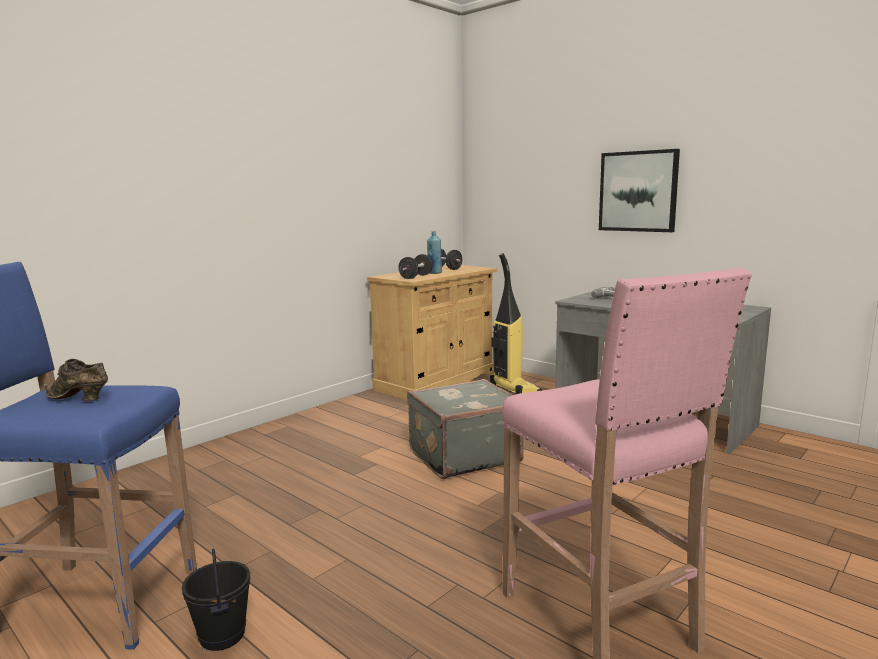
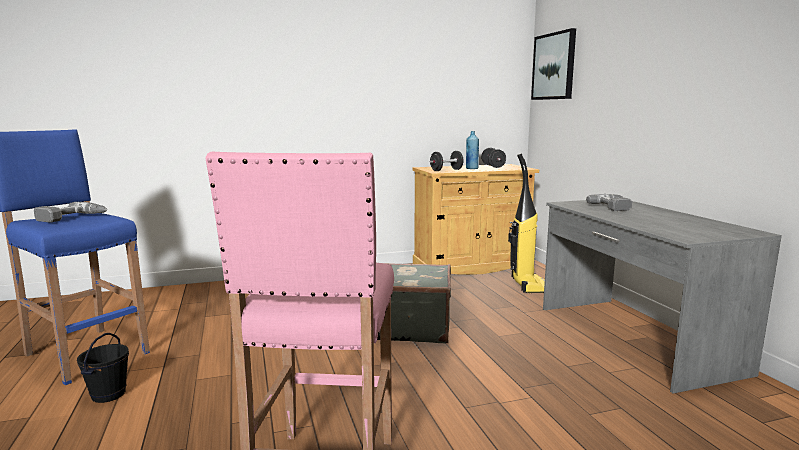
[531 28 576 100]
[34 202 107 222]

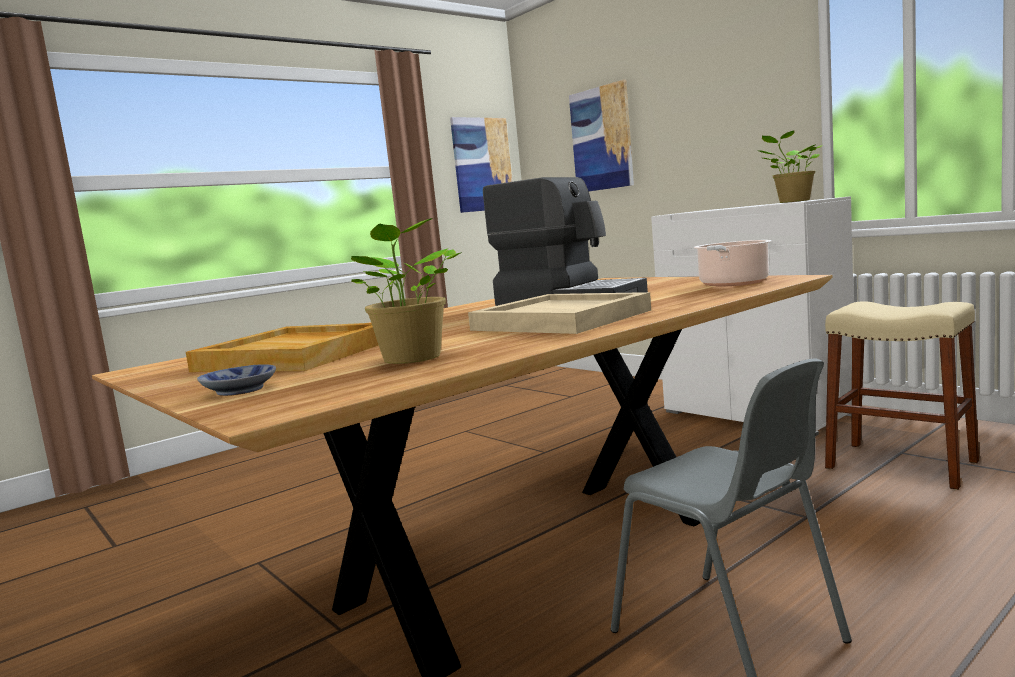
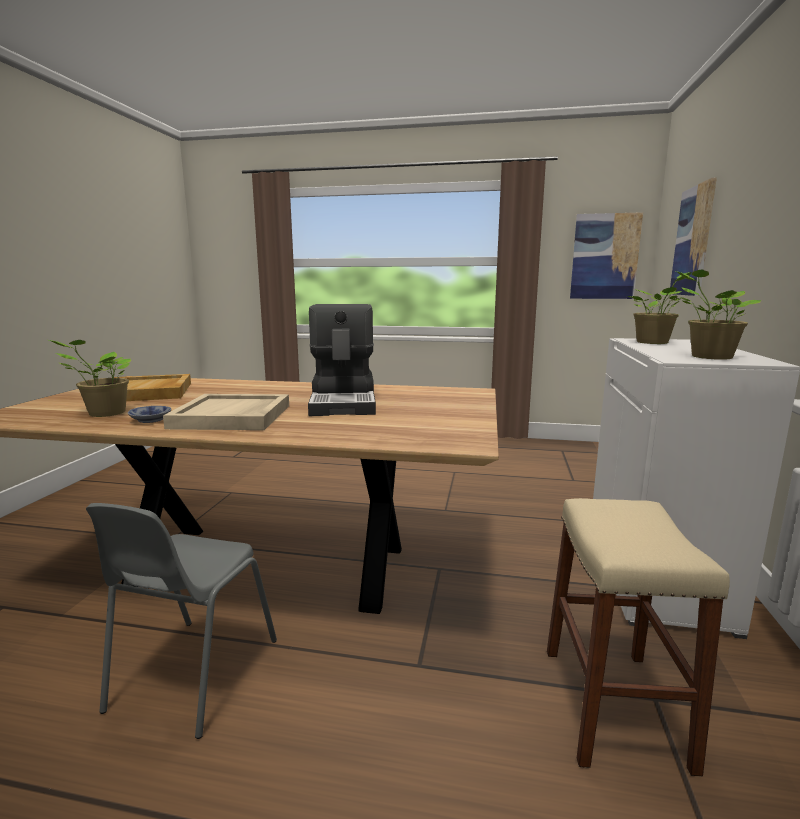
[694 240 771 286] (first image)
[627 272 692 344]
[128 406 172 423]

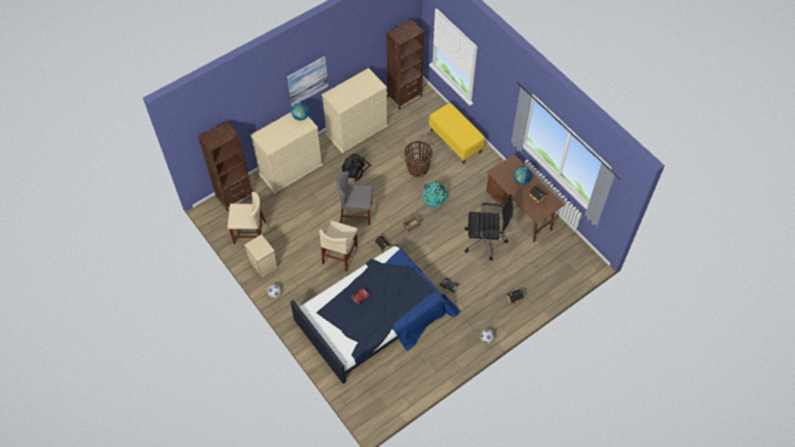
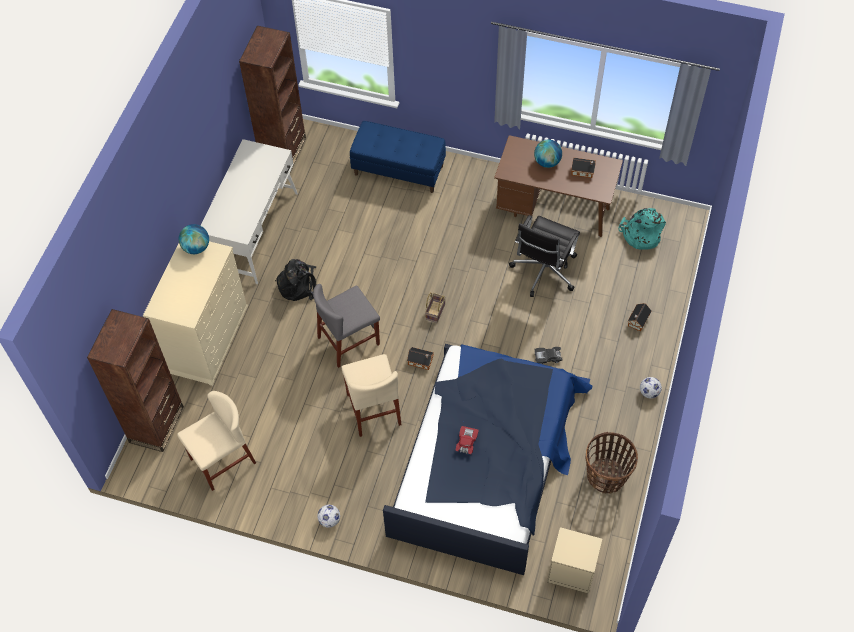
[287 56 328 107] (first image)
[547 527 602 593]
[586 432 638 494]
[619 208 666 250]
[201 139 298 284]
[350 121 446 193]
[509 215 580 297]

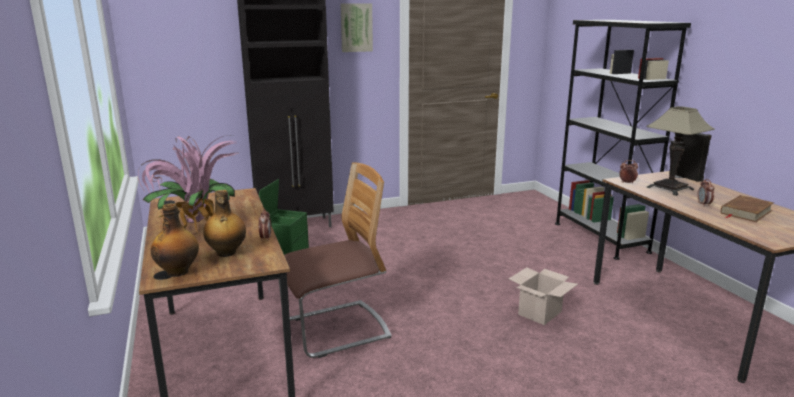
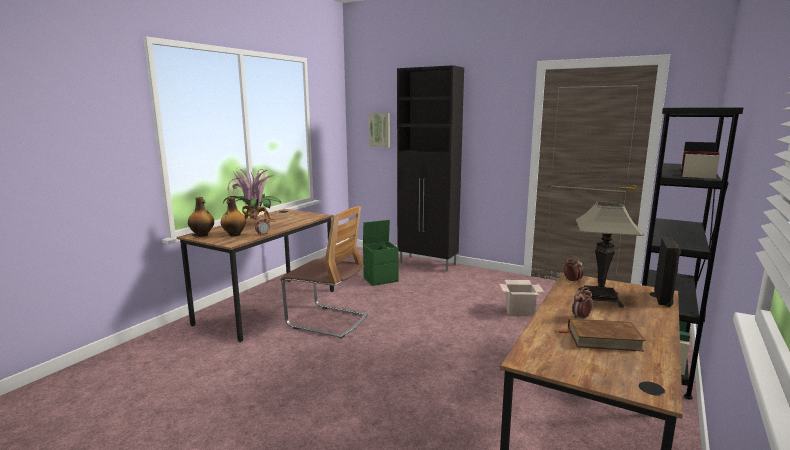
[369 113 390 147]
[500 280 544 316]

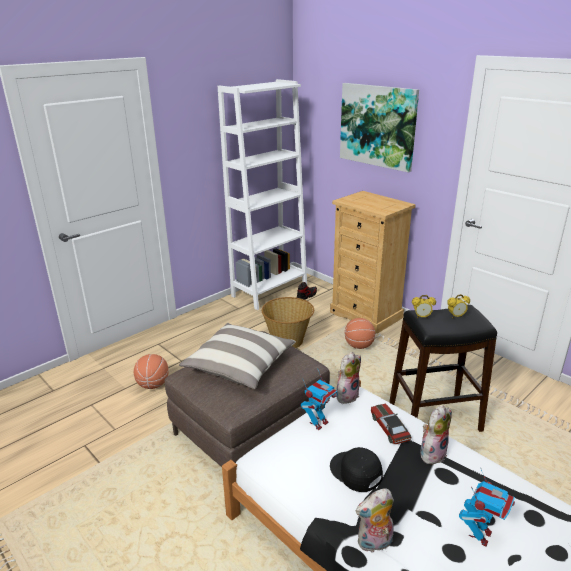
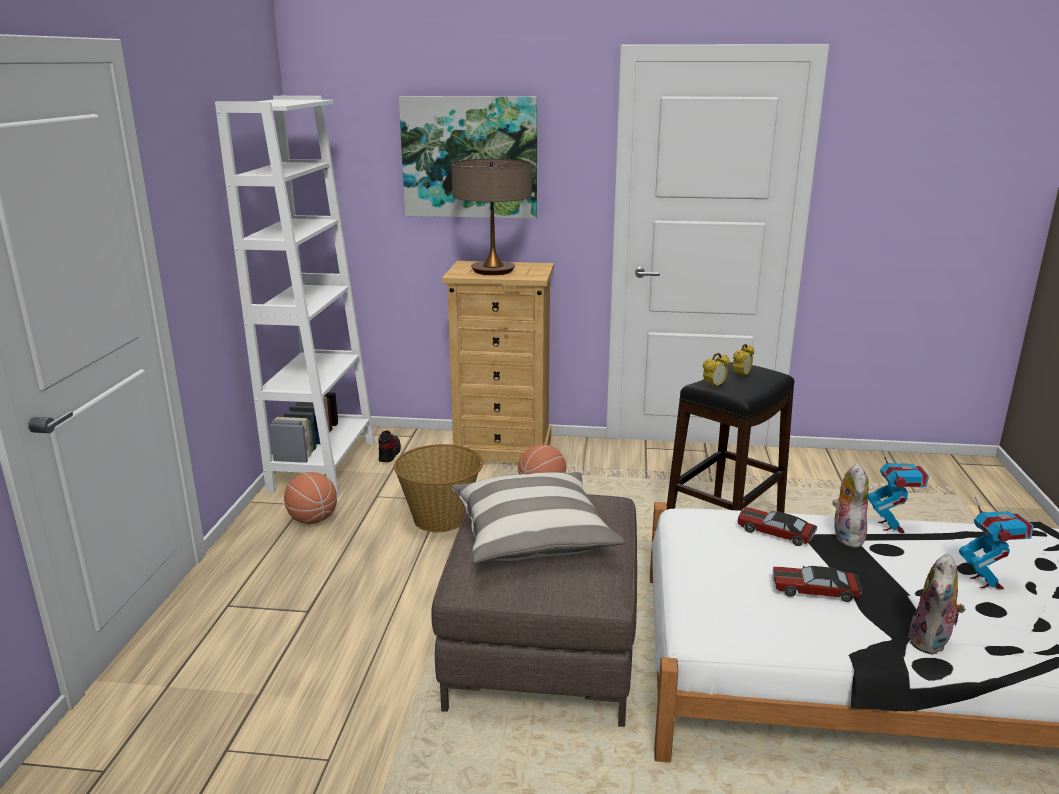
[336 352 361 404] (first image)
[451 159 532 275]
[284 472 337 524]
[868 449 929 533]
[772 566 862 602]

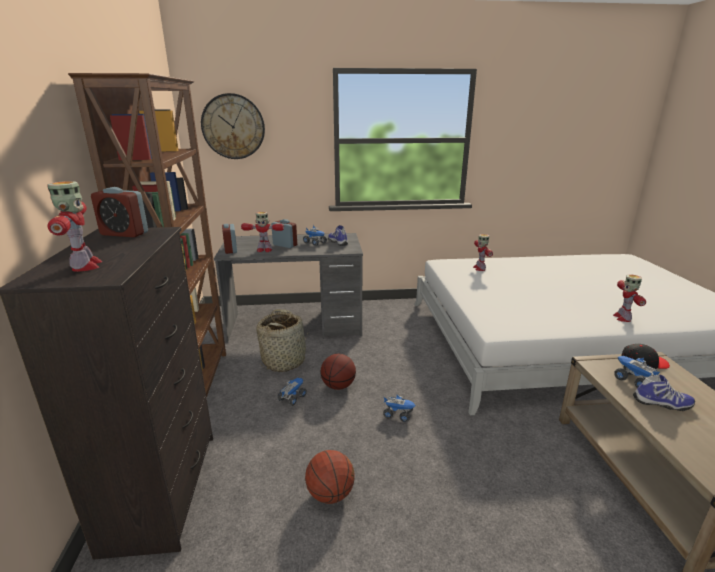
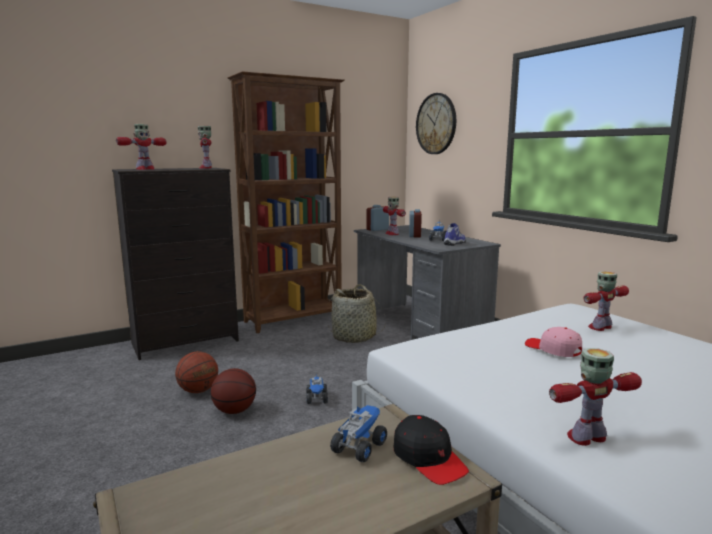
[277 378 307 406] (first image)
[633 375 695 411] (first image)
[525 327 582 357]
[211 368 256 414]
[198 125 212 169]

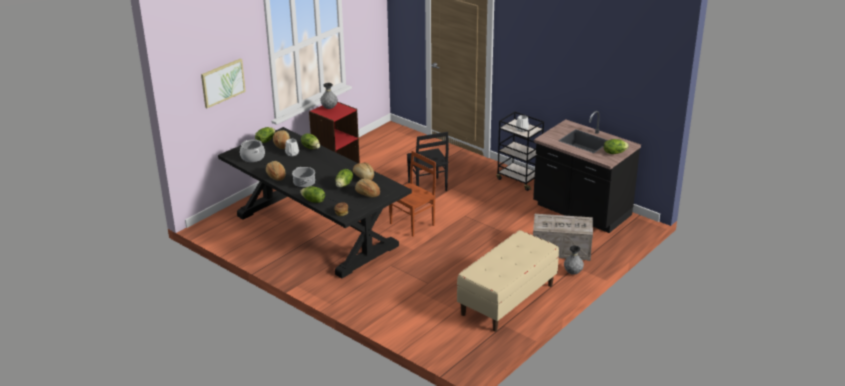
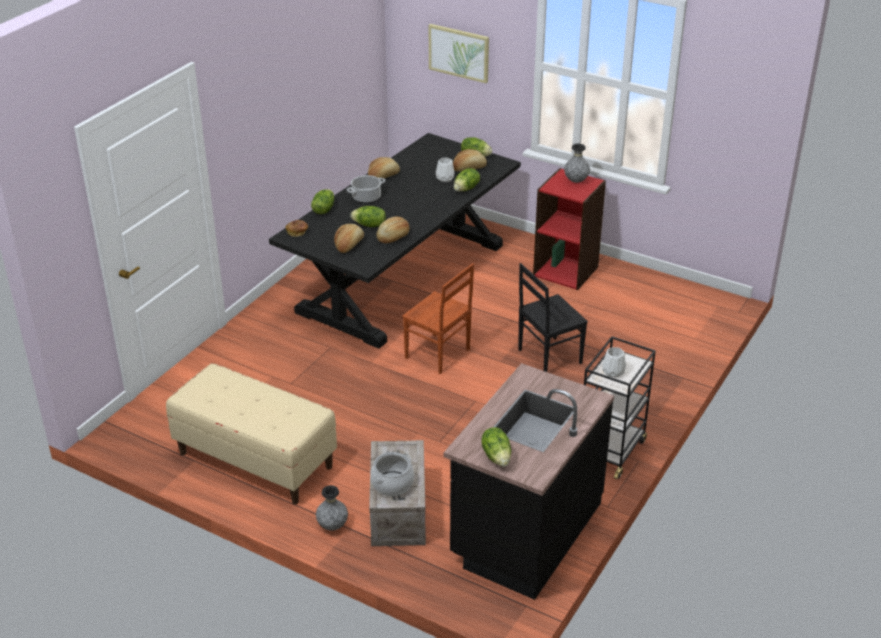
[370 452 414 496]

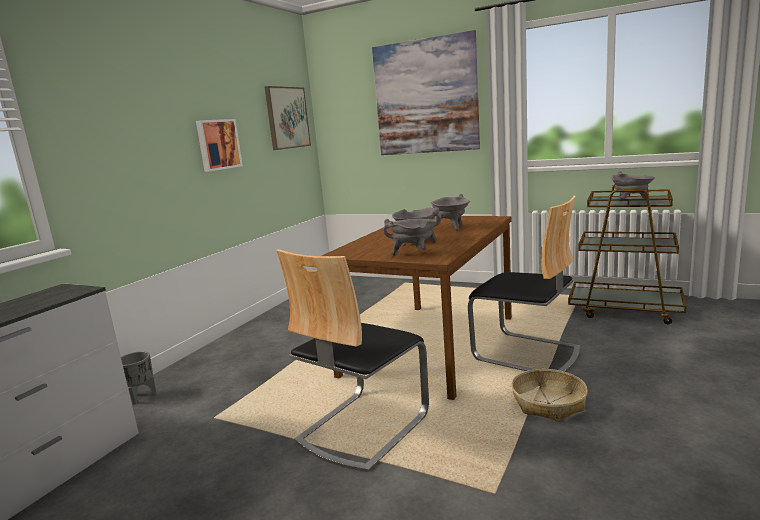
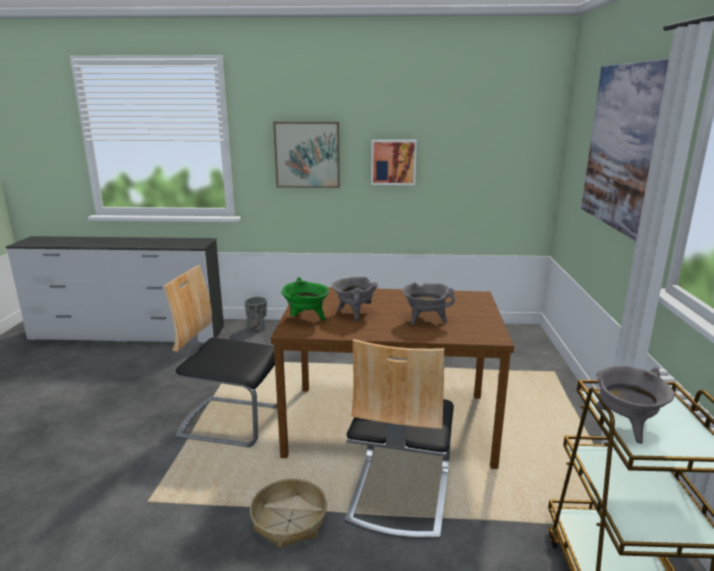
[273 122 340 188]
[281 277 329 321]

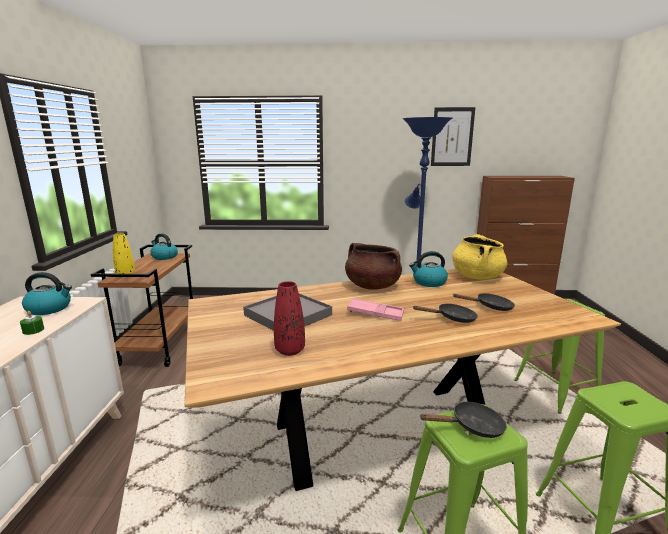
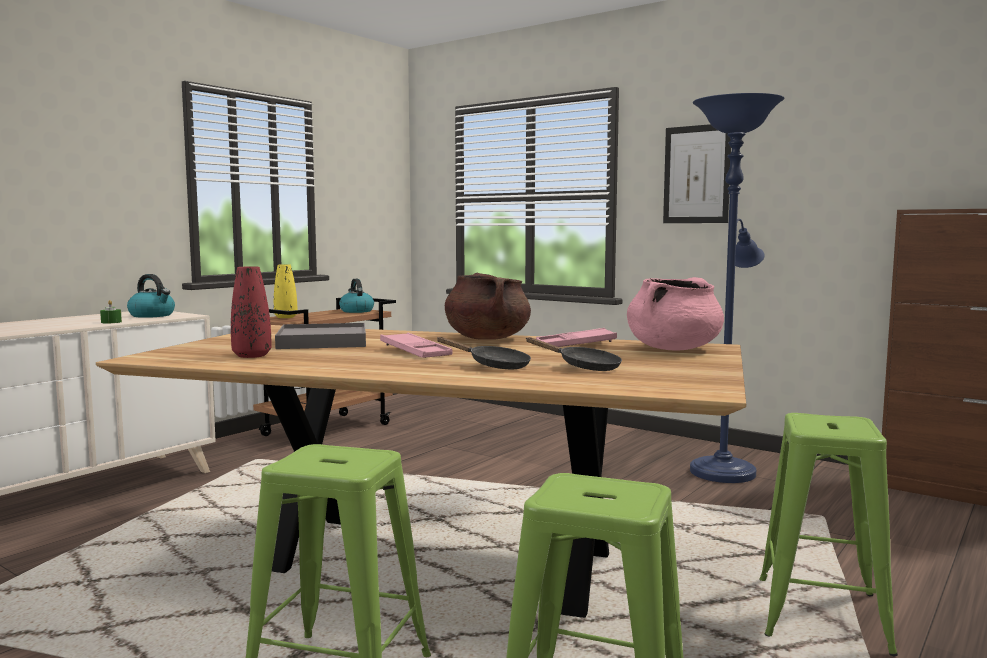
[420 401 507 438] (first image)
[663 124 731 223]
[536 328 617 347]
[627 277 724 351]

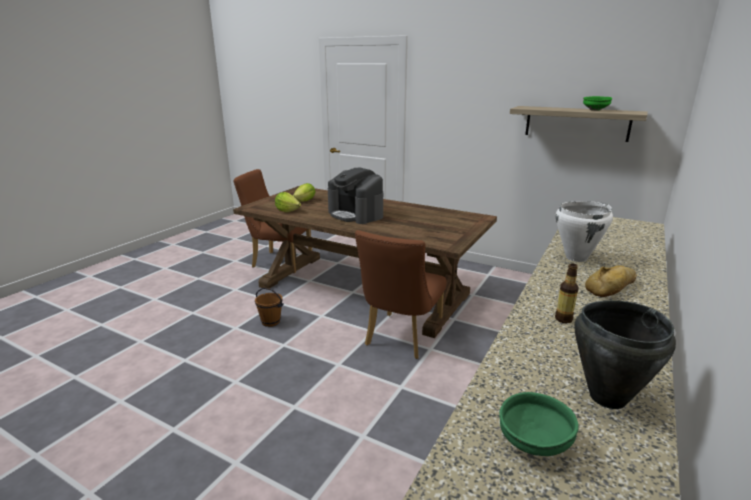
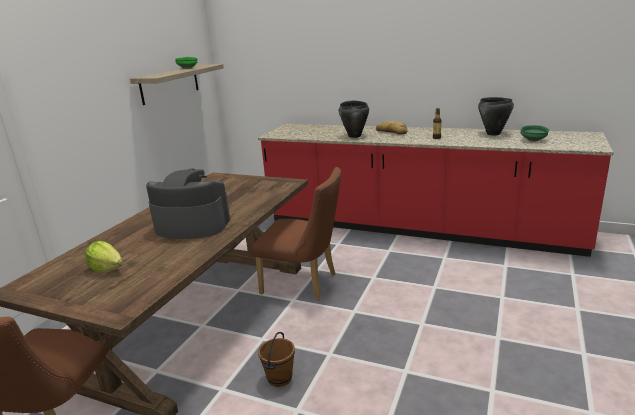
[275 192 301 212] (first image)
[339 101 369 138]
[146 169 230 239]

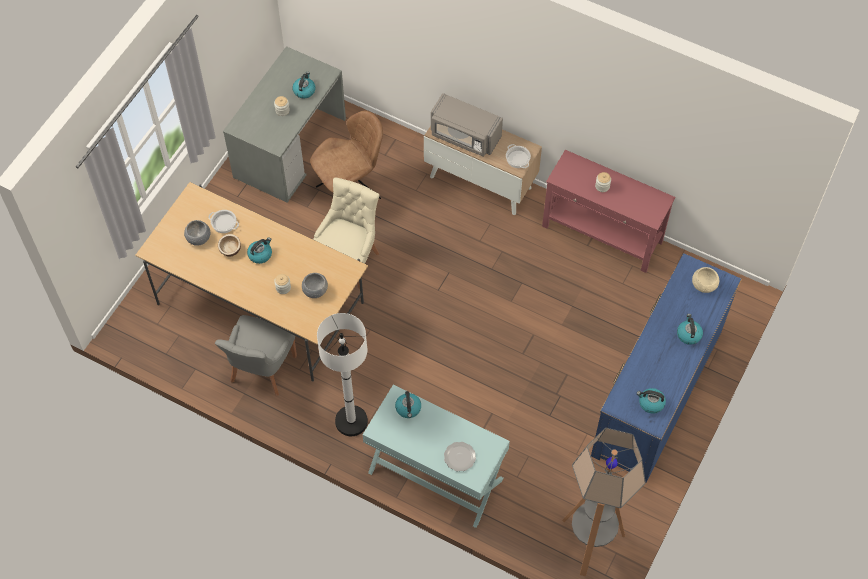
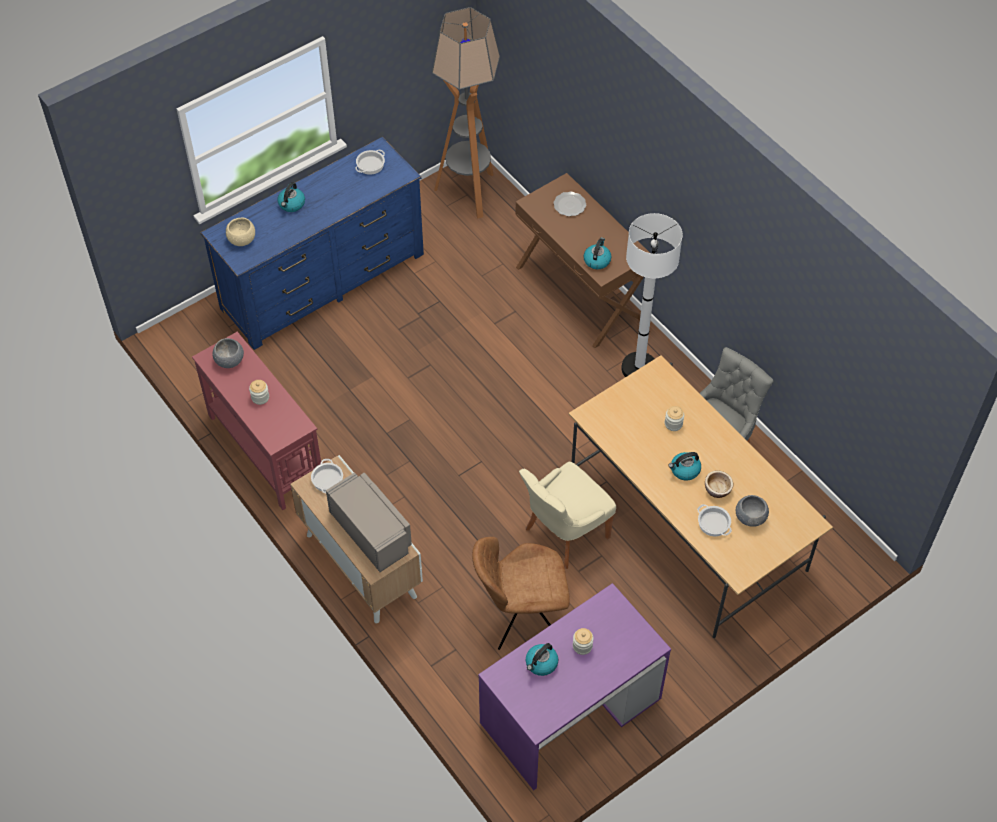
[212 338 244 368]
[355 150 385 175]
[478 583 671 790]
[515 173 650 348]

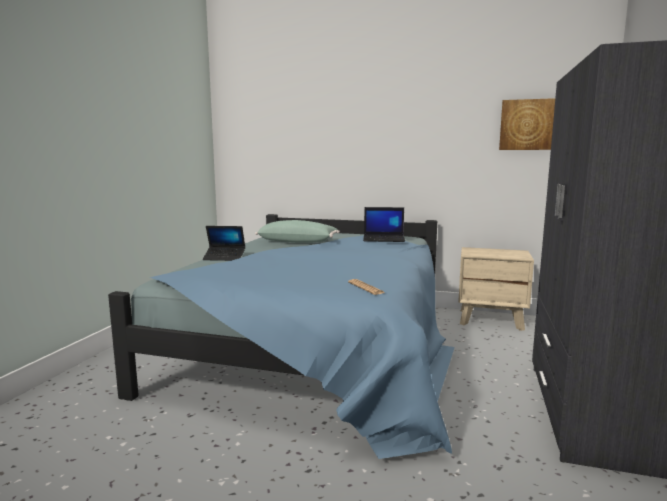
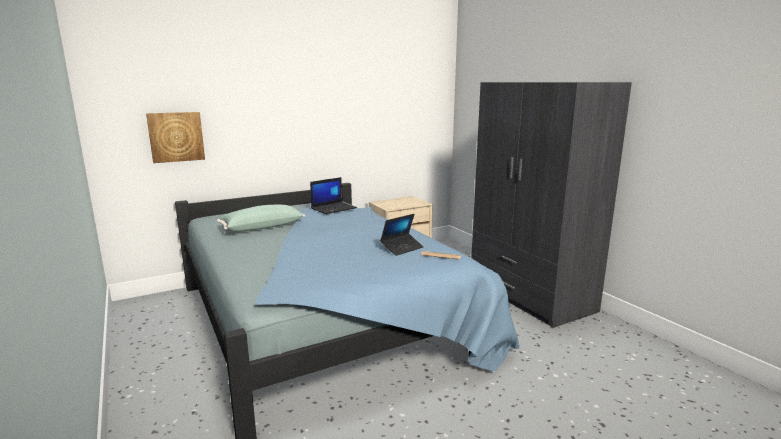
[380 214 424 256]
[146 112 205 163]

